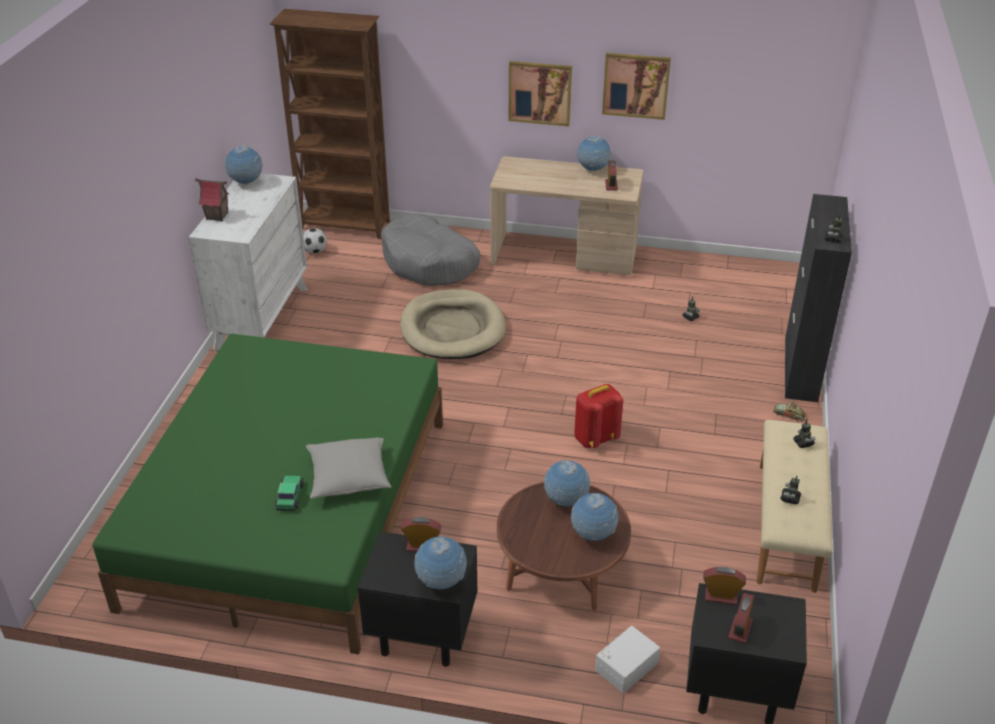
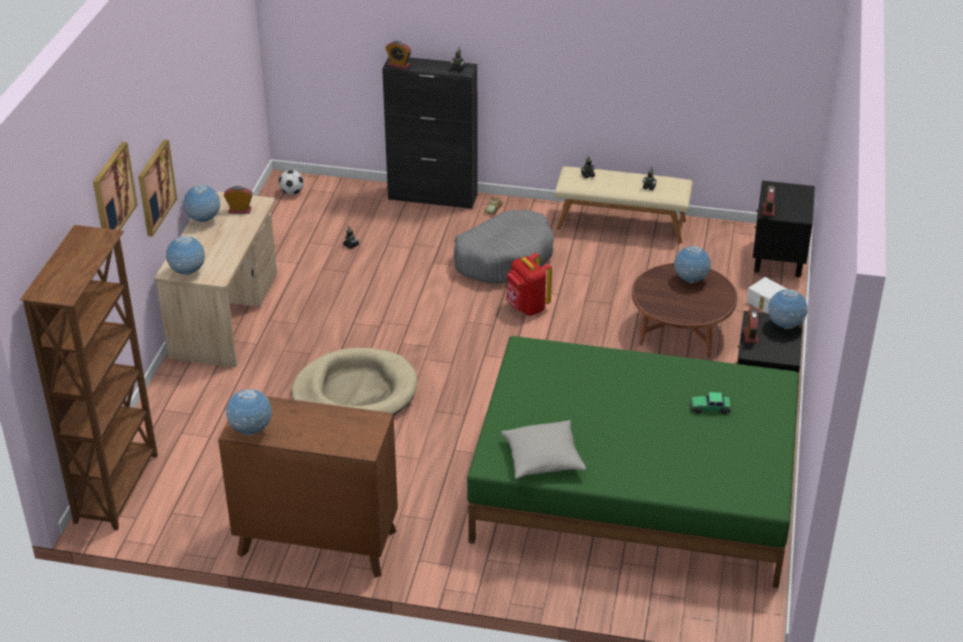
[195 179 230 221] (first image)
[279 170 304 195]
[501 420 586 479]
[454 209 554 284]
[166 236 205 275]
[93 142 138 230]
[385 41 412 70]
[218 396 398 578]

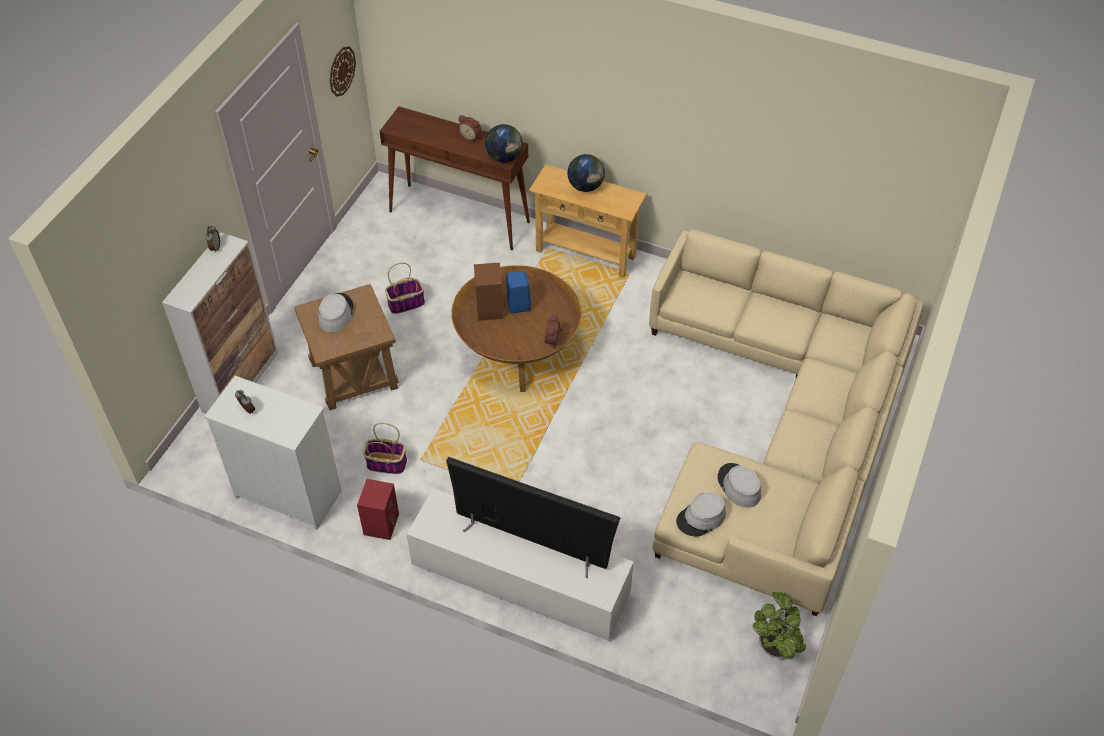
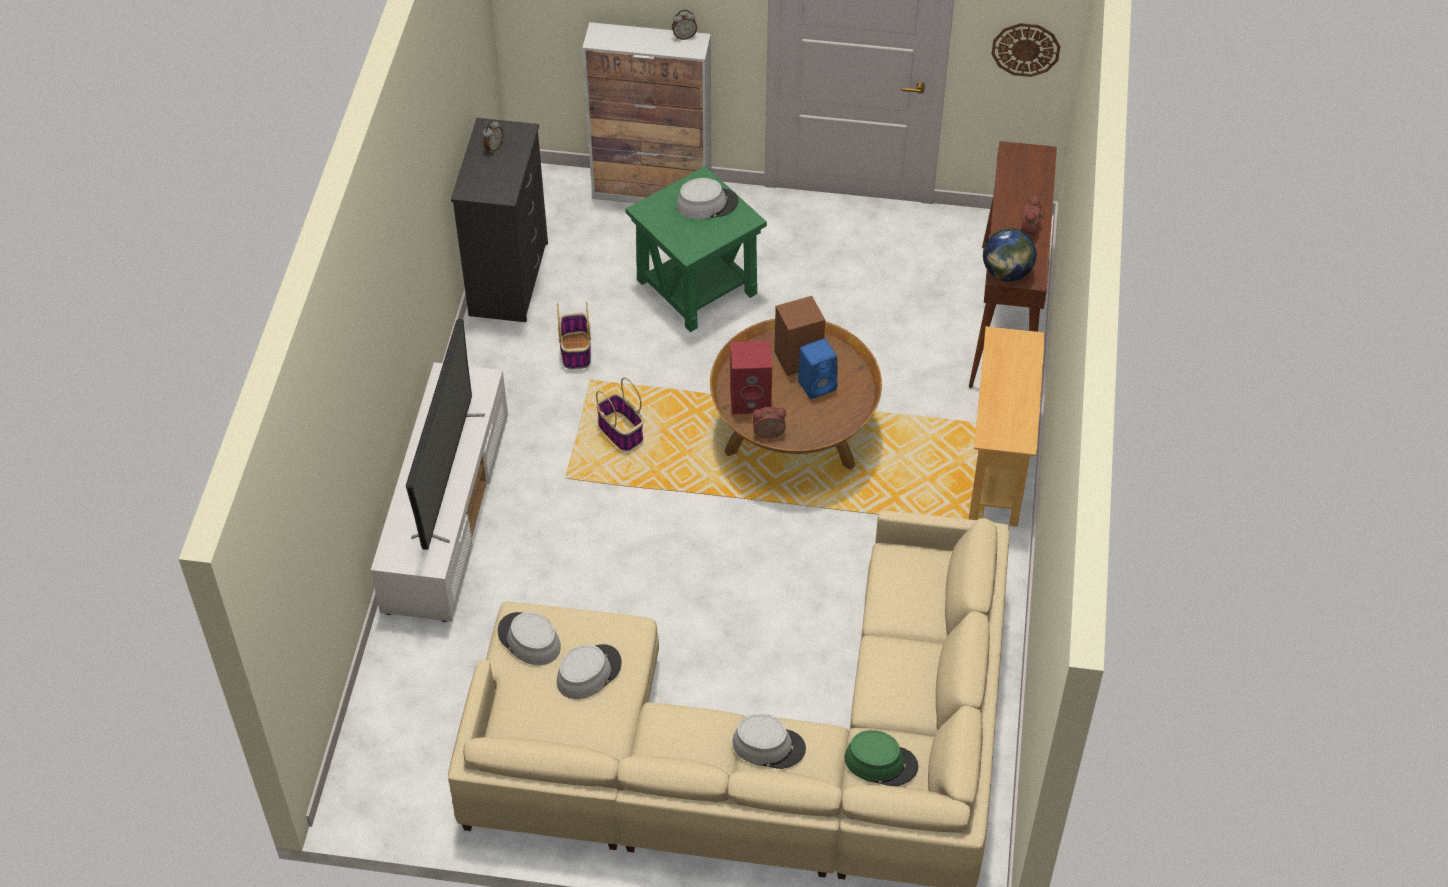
[567 154 605 192] (first image)
[753 592 806 659] (first image)
[732 714 806 769]
[844 730 918 786]
[730 341 772 414]
[596 377 644 451]
[451 118 548 322]
[625 166 767 332]

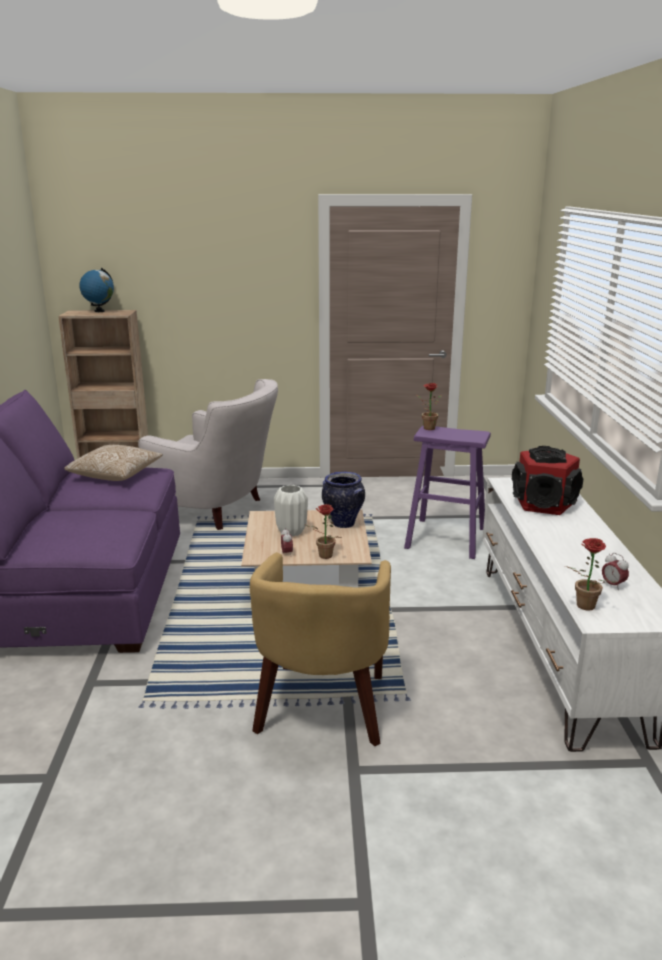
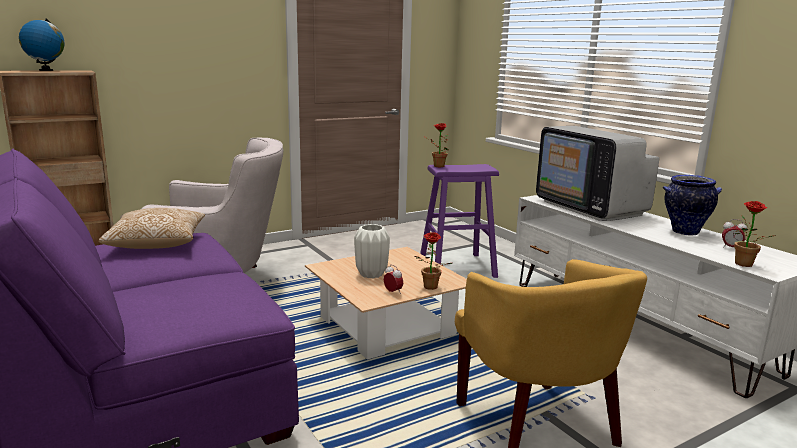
[663 175 722 235]
[536 126 659 221]

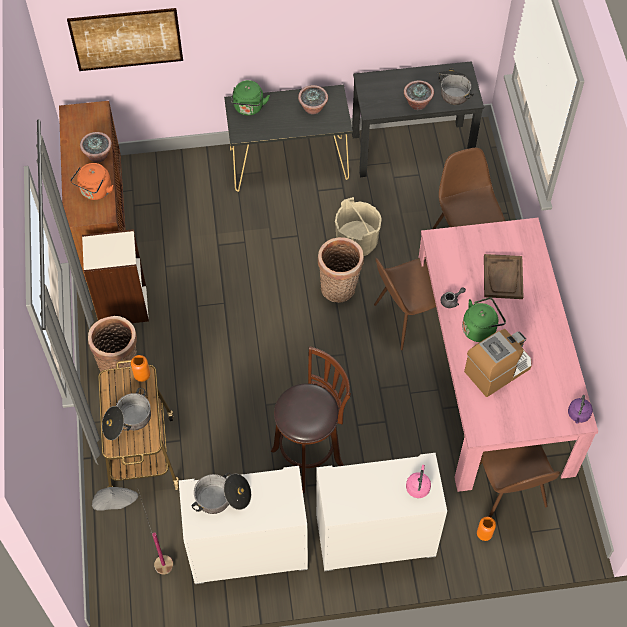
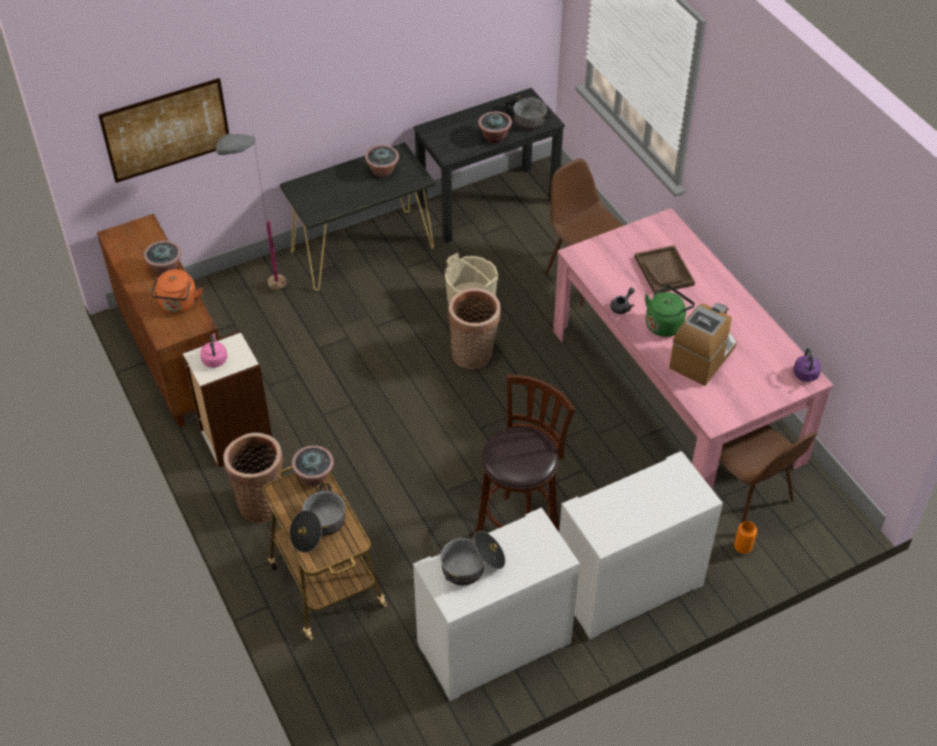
[231 80 270 116] (first image)
[374 257 436 350] (first image)
[216 133 286 290]
[200 333 227 368]
[292 445 334 486]

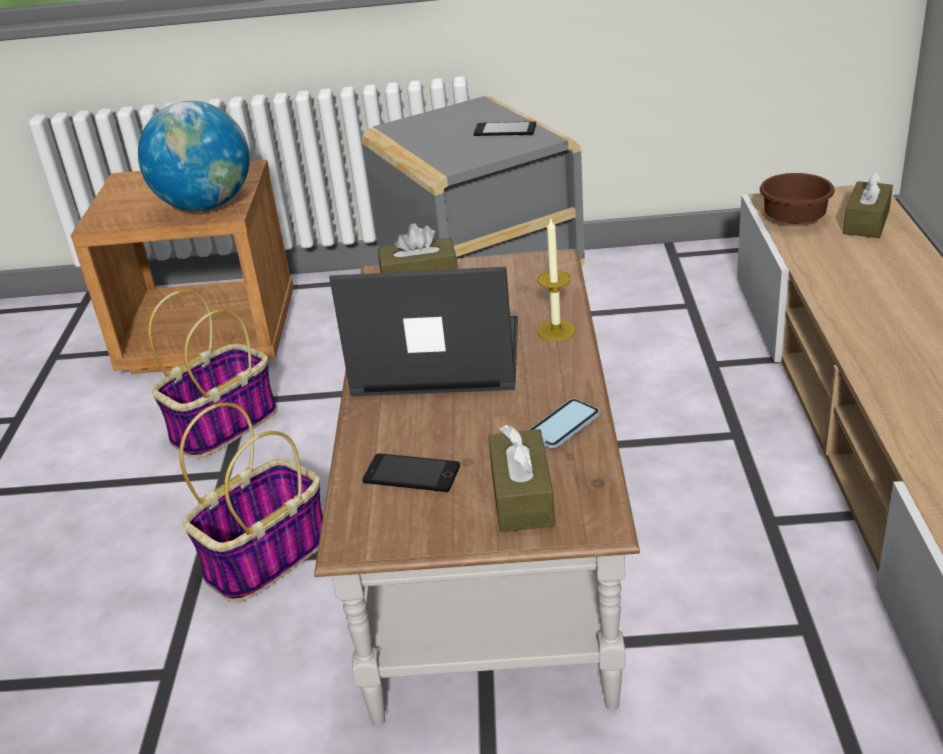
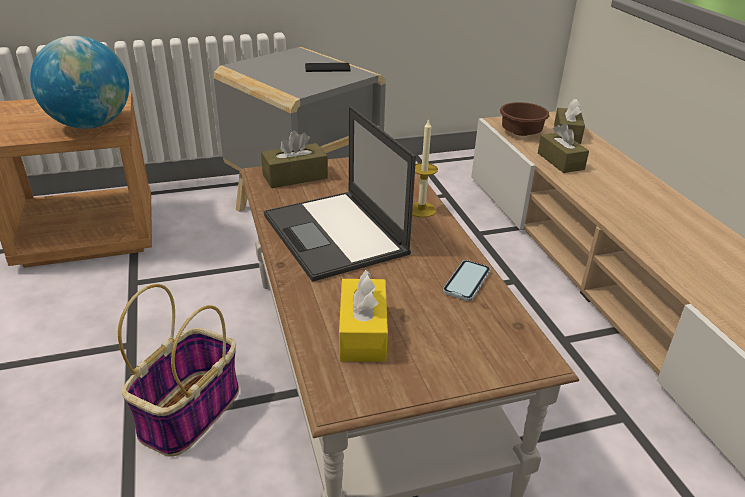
[148 290 277 459] (first image)
[538 123 589 173]
[339 270 388 362]
[264 106 416 282]

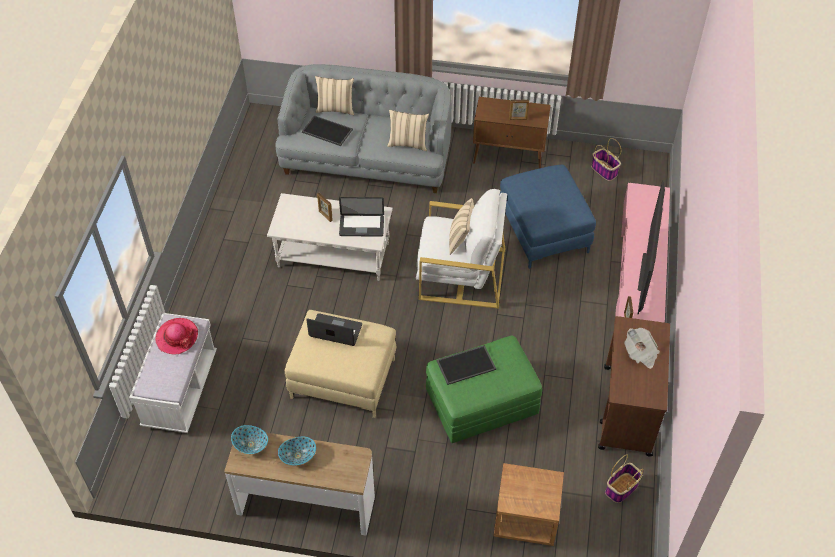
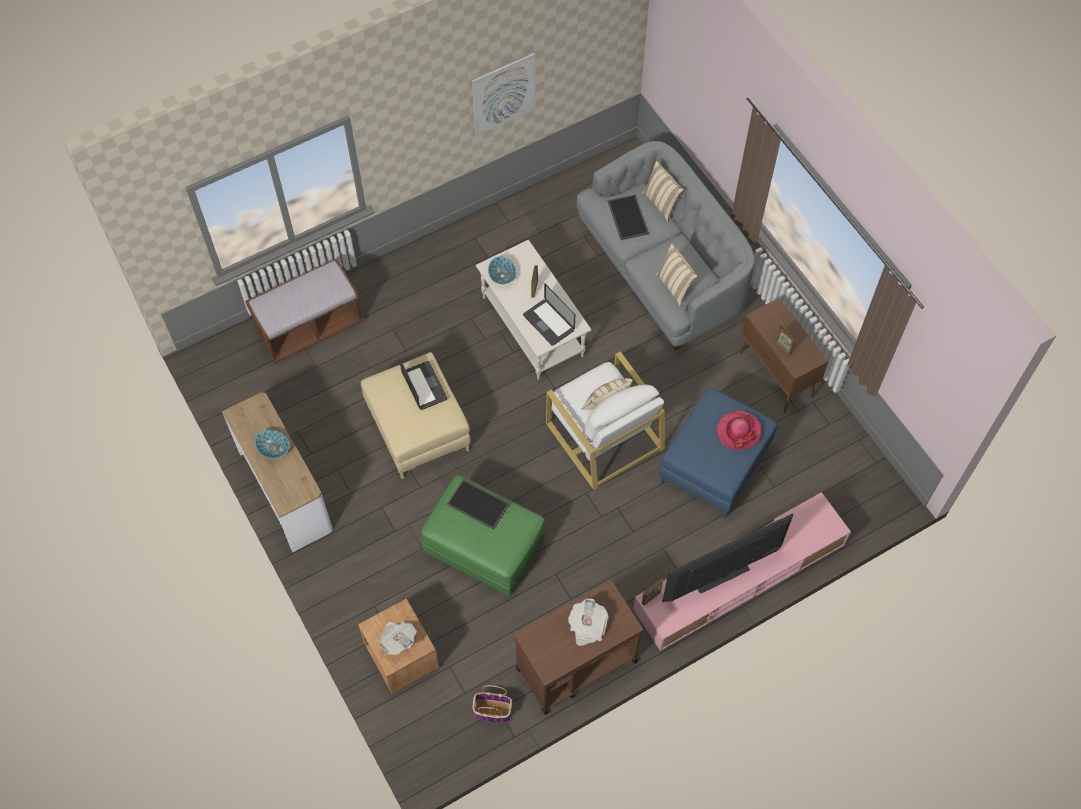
[591 138 621 181] (first image)
[378 622 417 655]
[472 53 536 135]
[716 411 762 450]
[488 256 516 284]
[245 258 364 363]

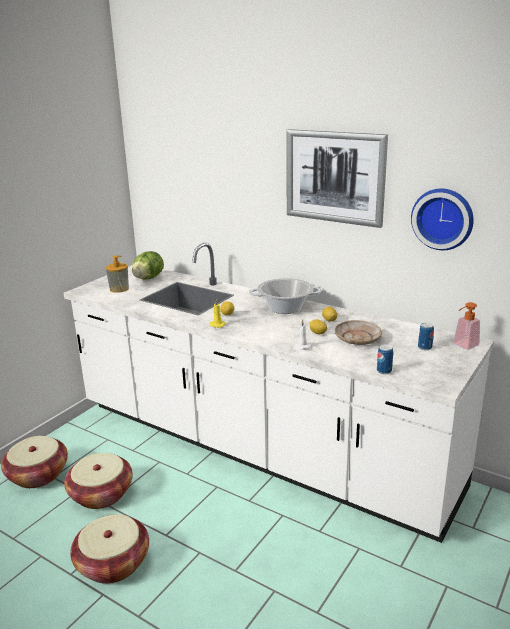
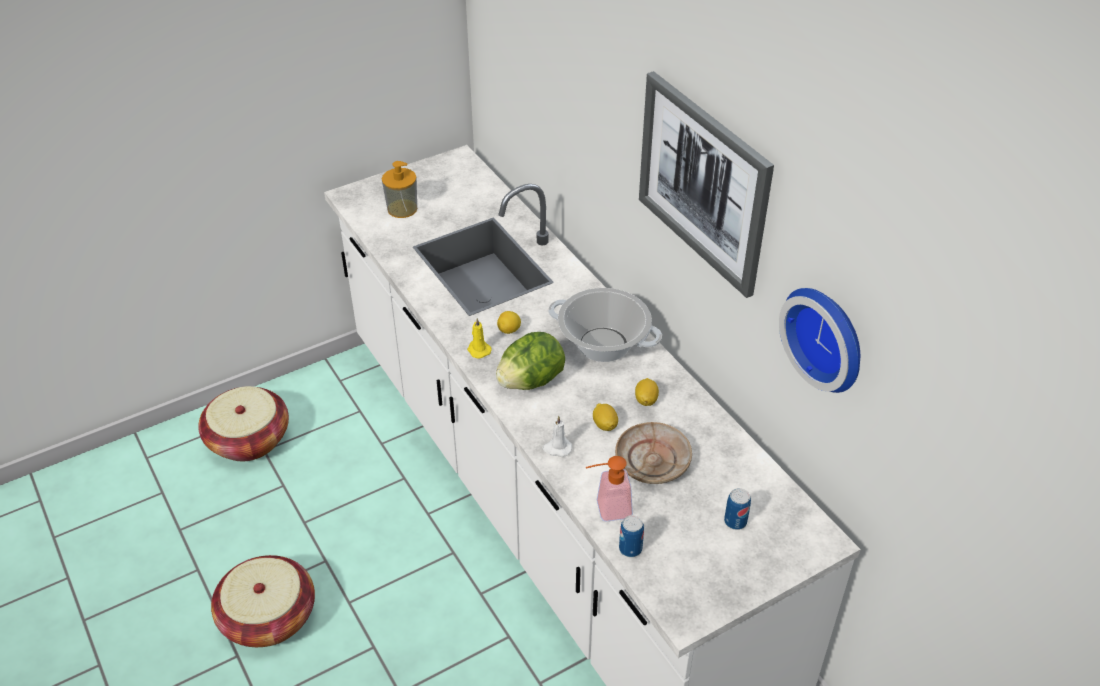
[64 453 133 509] (first image)
[496 332 565 390]
[586 456 633 522]

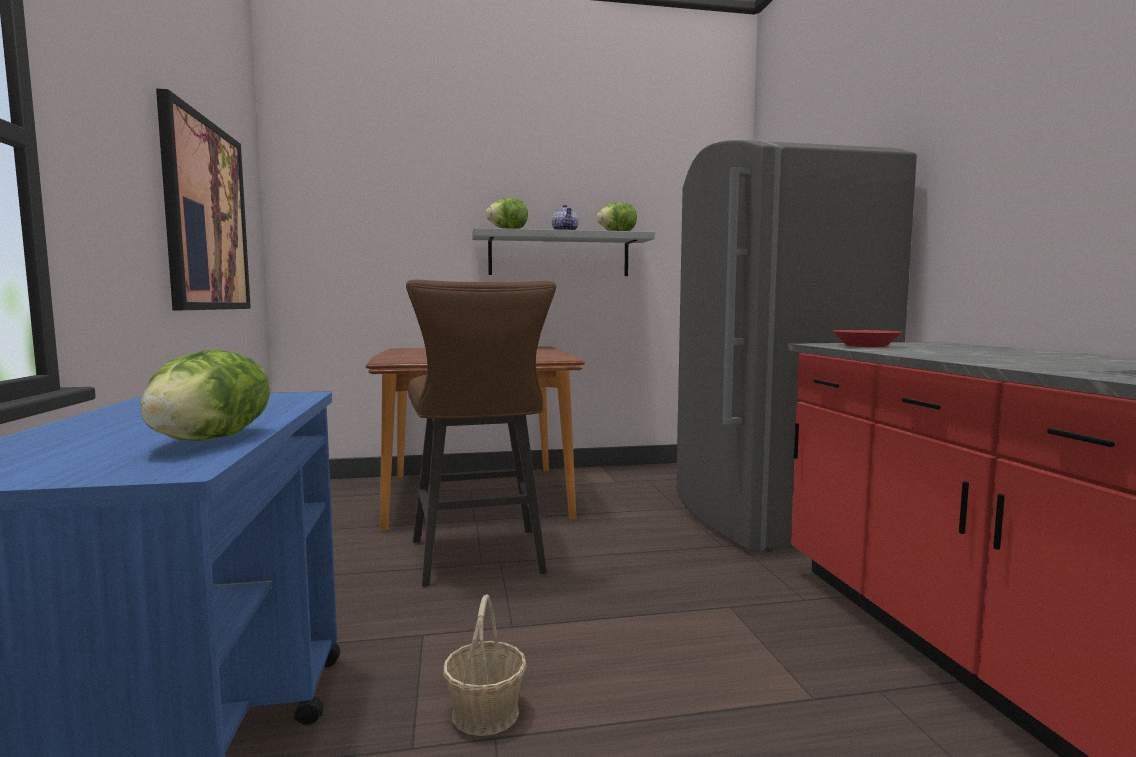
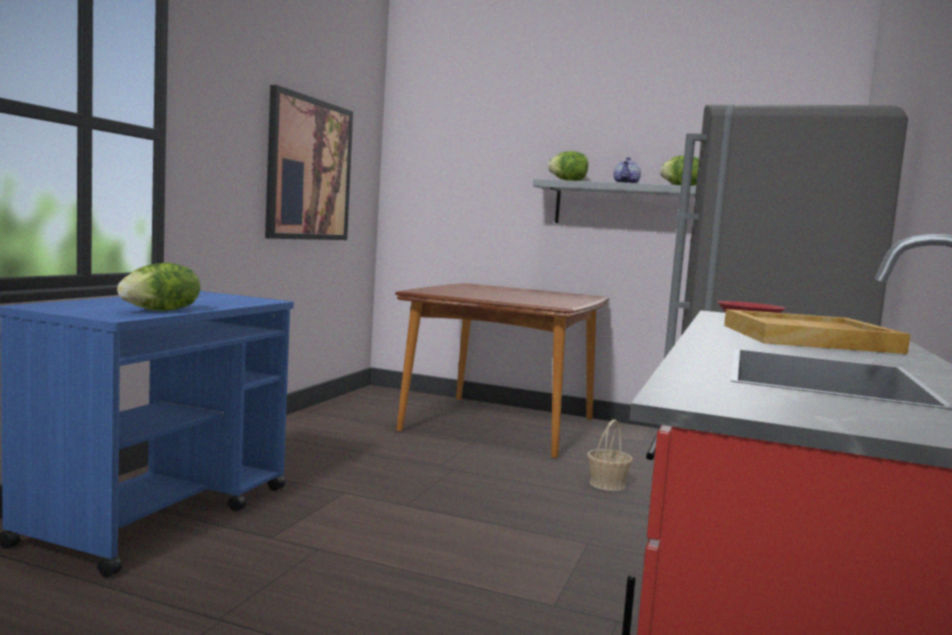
[406 280 556 587] (first image)
[724 309 911 354]
[587 420 633 491]

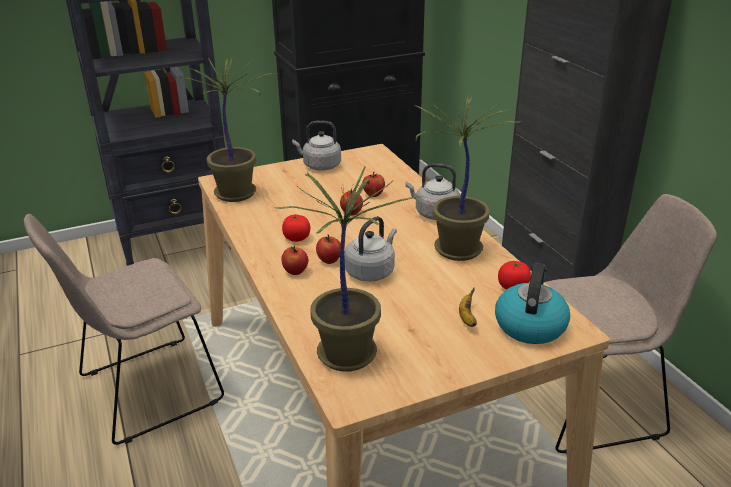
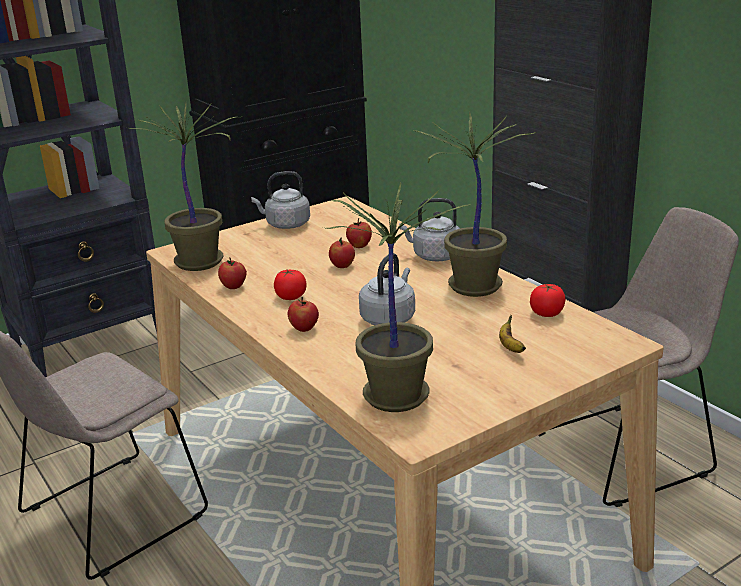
[495 263 570 344] (first image)
[218 257 247 289]

